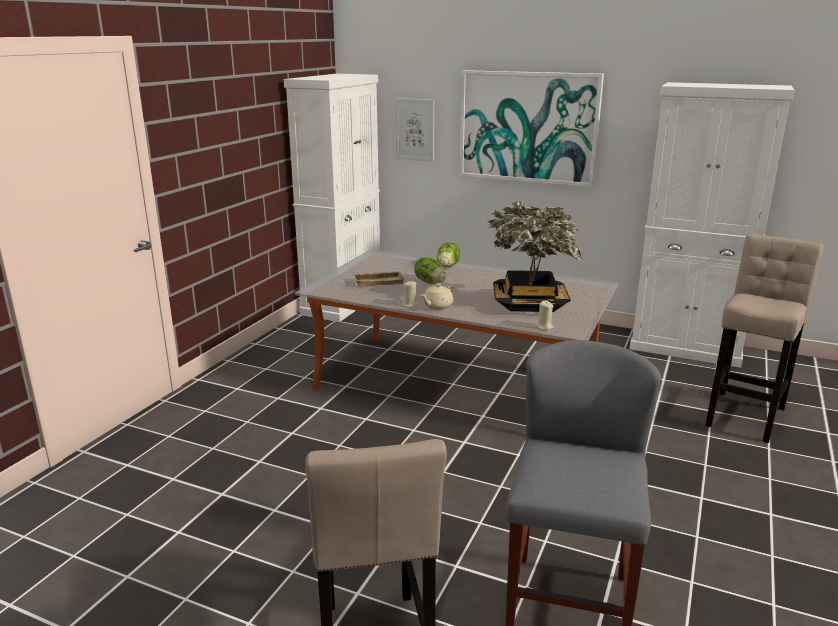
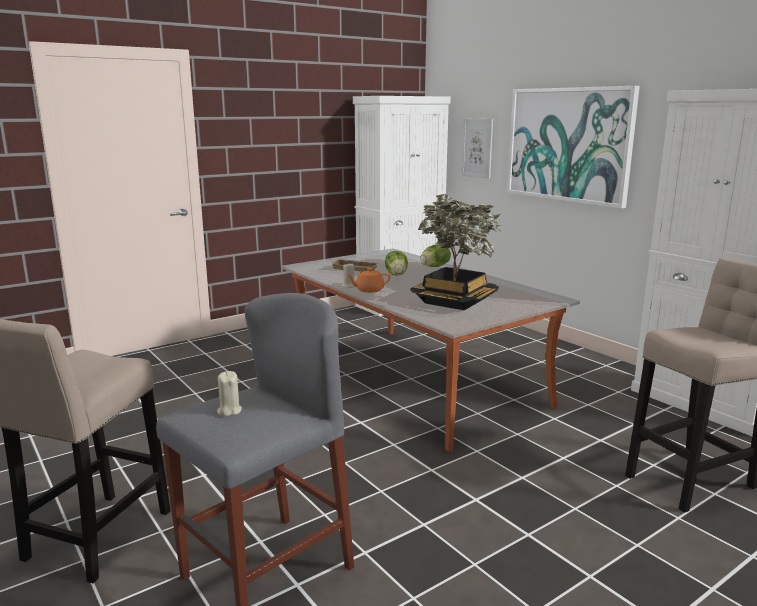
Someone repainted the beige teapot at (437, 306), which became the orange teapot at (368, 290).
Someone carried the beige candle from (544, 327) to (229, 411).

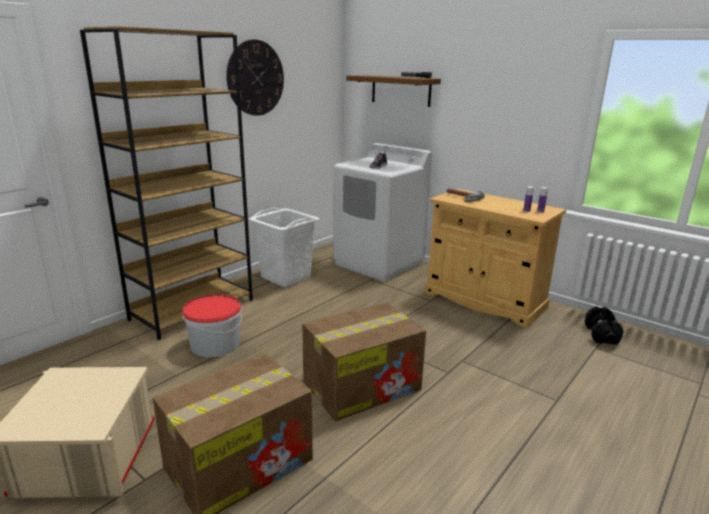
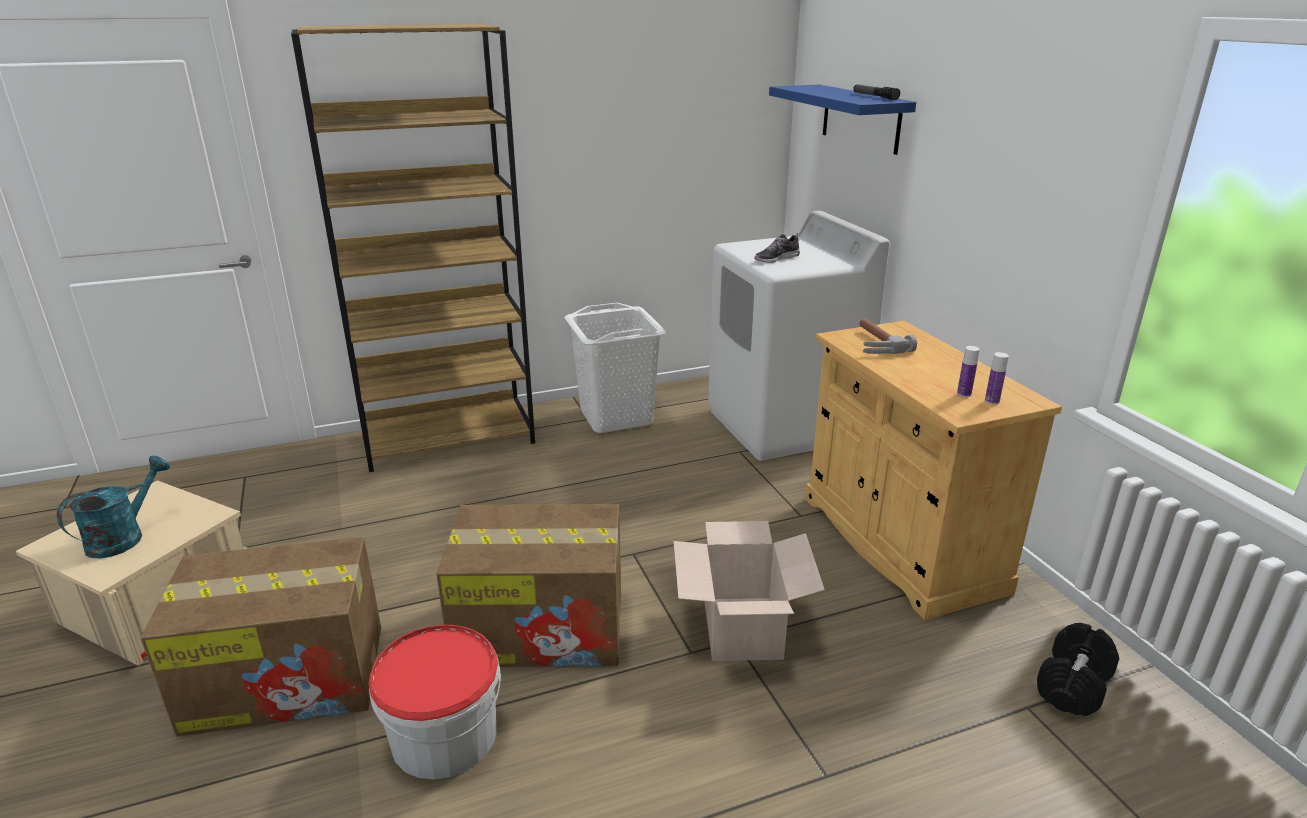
Someone took away the wall clock at (255, 78).
Someone repainted the brown shelf at (400, 90), which became the blue shelf at (860, 118).
Someone carried the bucket from (215, 344) to (444, 735).
Someone put down the turquoise watering can at (124, 537).
Someone put down the cardboard box at (743, 629).

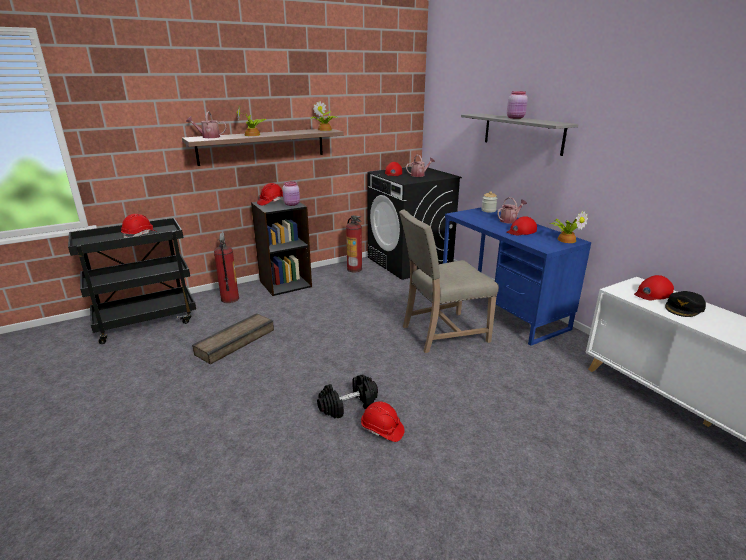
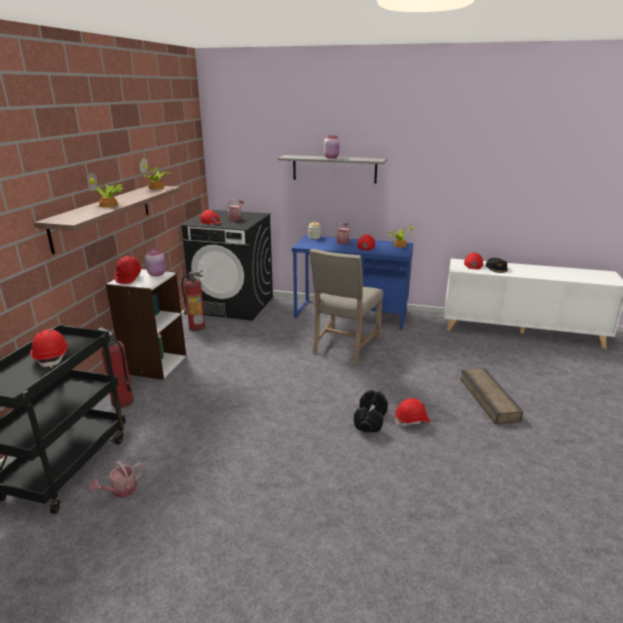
Someone carried the watering can from (208, 137) to (121, 491).
Someone repainted the black bookcase at (285, 283), which became the white bookcase at (154, 364).
Someone carried the crate from (236, 342) to (489, 398).

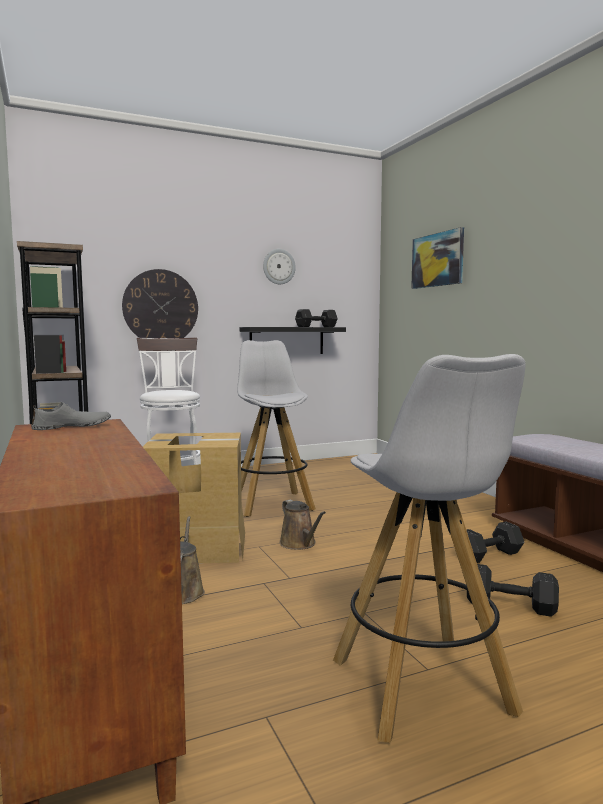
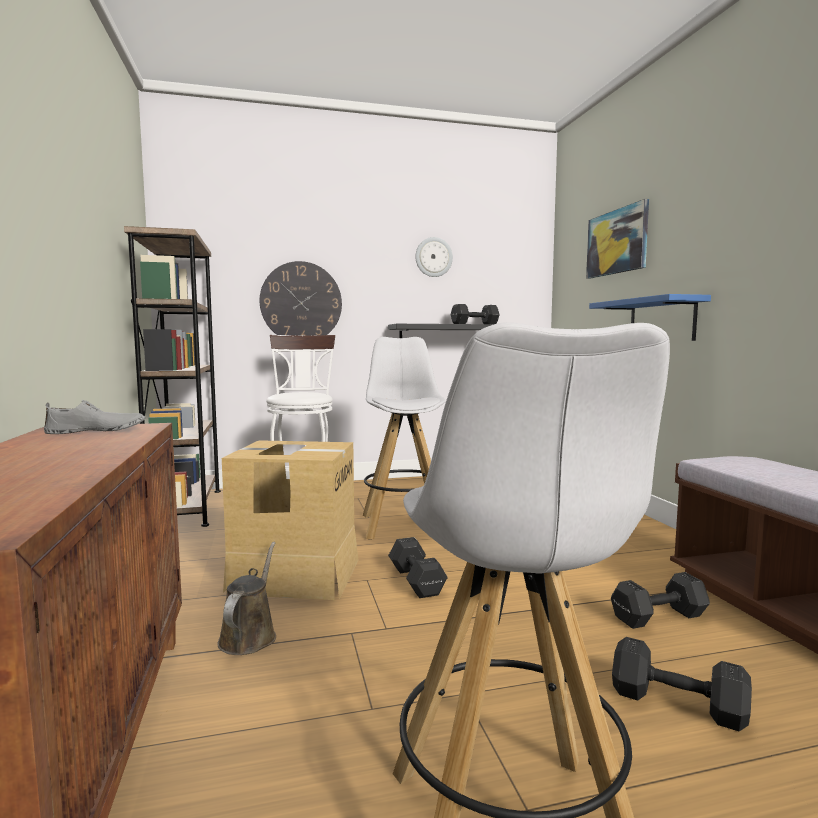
Someone swapped the brown watering can at (299, 544) for the black dumbbell at (416, 580).
Someone put up the blue shelf at (661, 320).

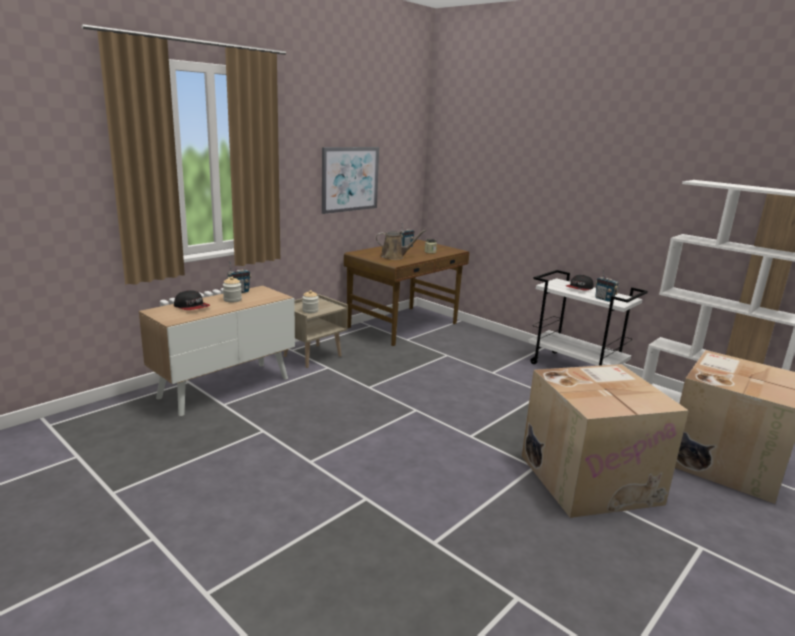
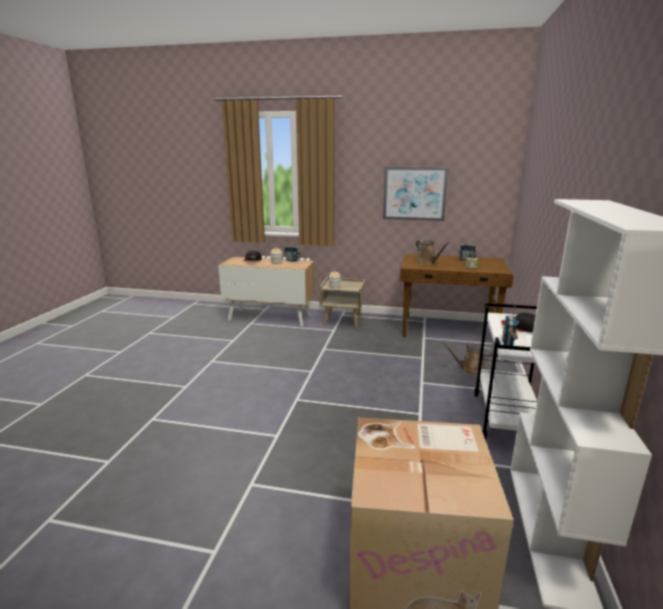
Someone took away the cardboard box at (590, 478).
Someone put down the brown watering can at (469, 369).

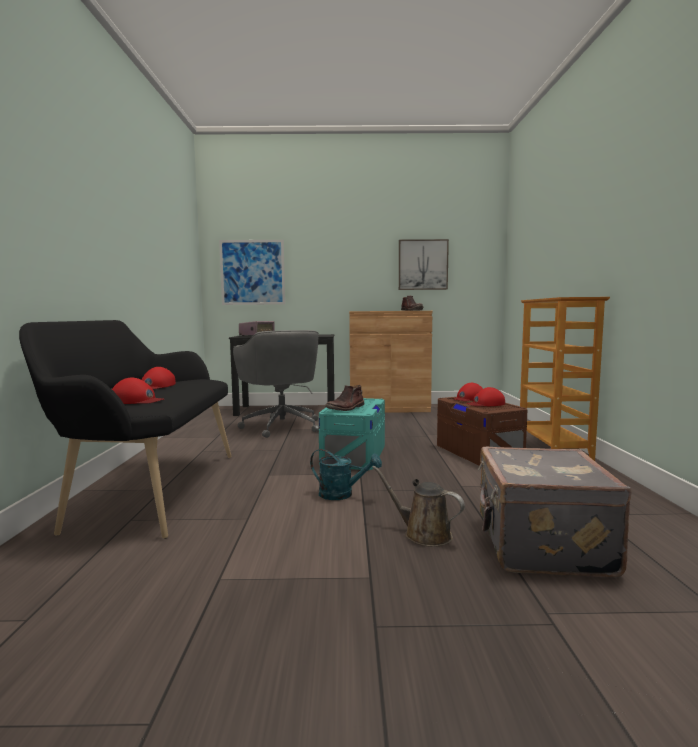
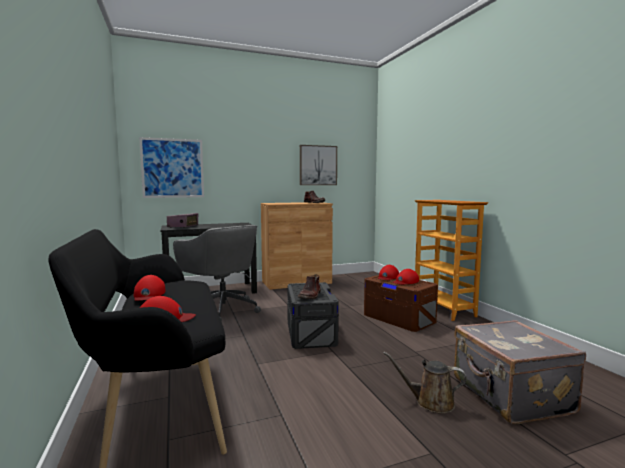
Someone repainted the turquoise storage box at (354, 455), which became the grey storage box at (310, 332).
Someone took away the turquoise watering can at (342, 494).

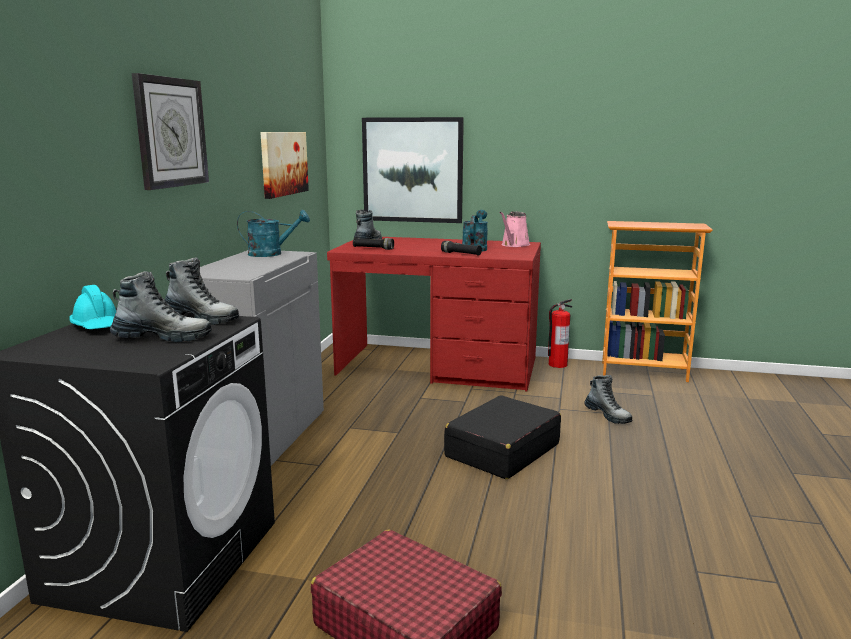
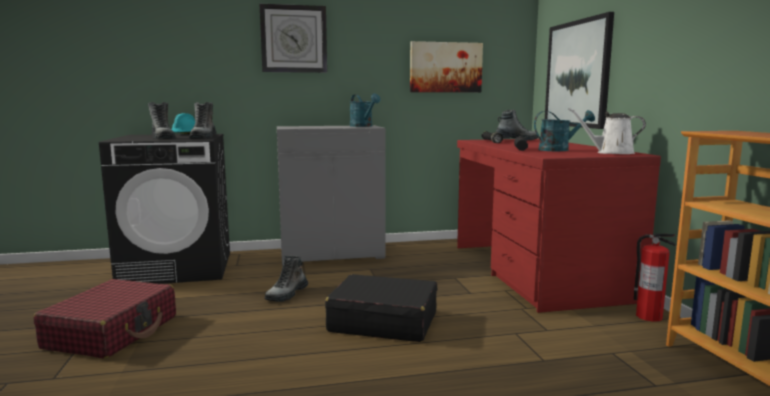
Someone repainted the pink watering can at (514, 245), which became the white watering can at (611, 153).
Someone carried the boot from (608, 415) to (287, 294).

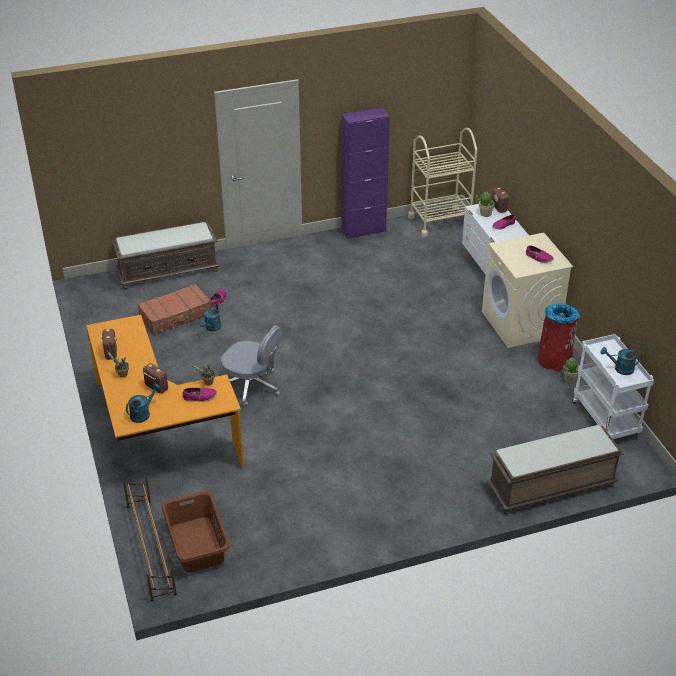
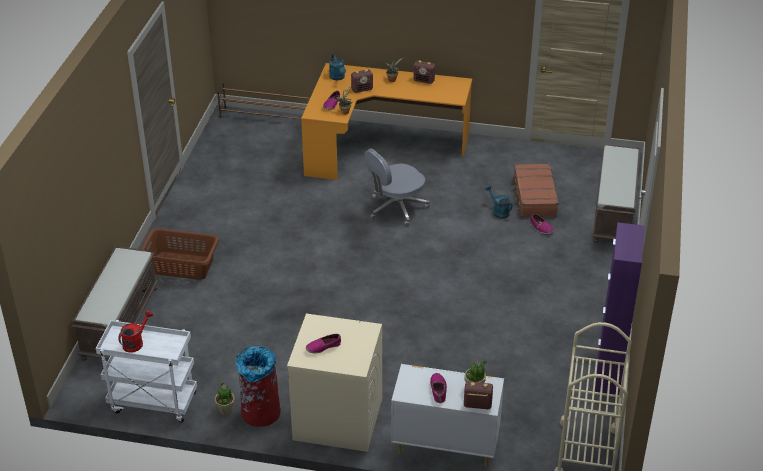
Someone repainted the turquoise watering can at (620, 369), which became the red watering can at (135, 342).
Someone carried the brown laundry basket from (196, 545) to (181, 265).

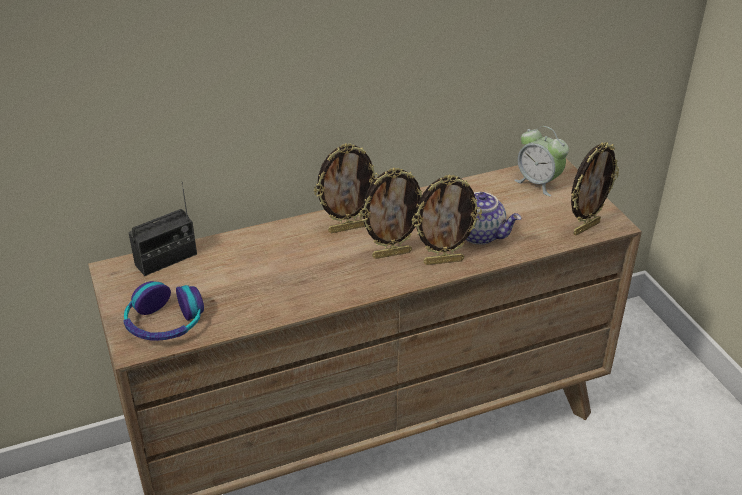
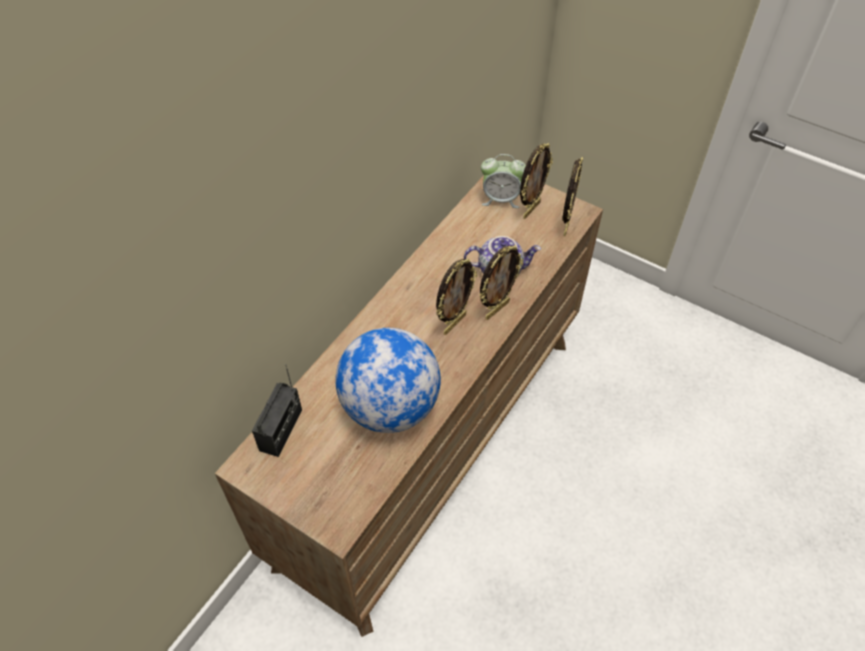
Someone carried the picture frame from (347, 228) to (530, 209).
Someone took away the headphones at (164, 323).
Someone put down the globe at (390, 407).

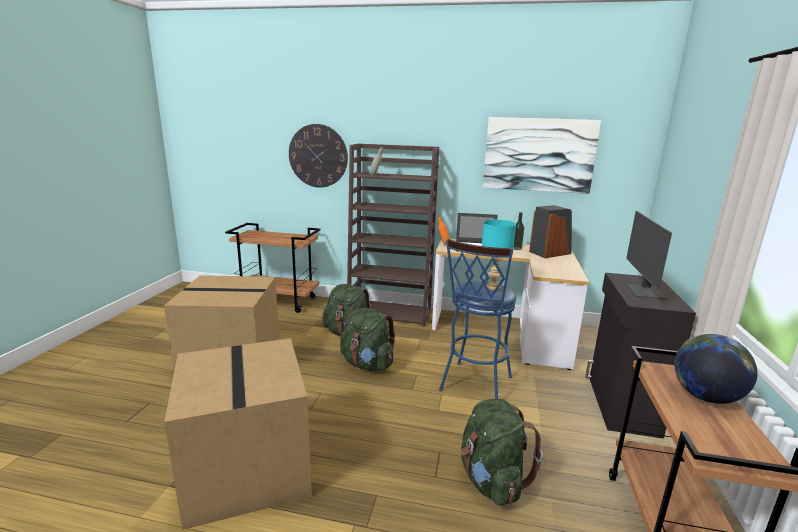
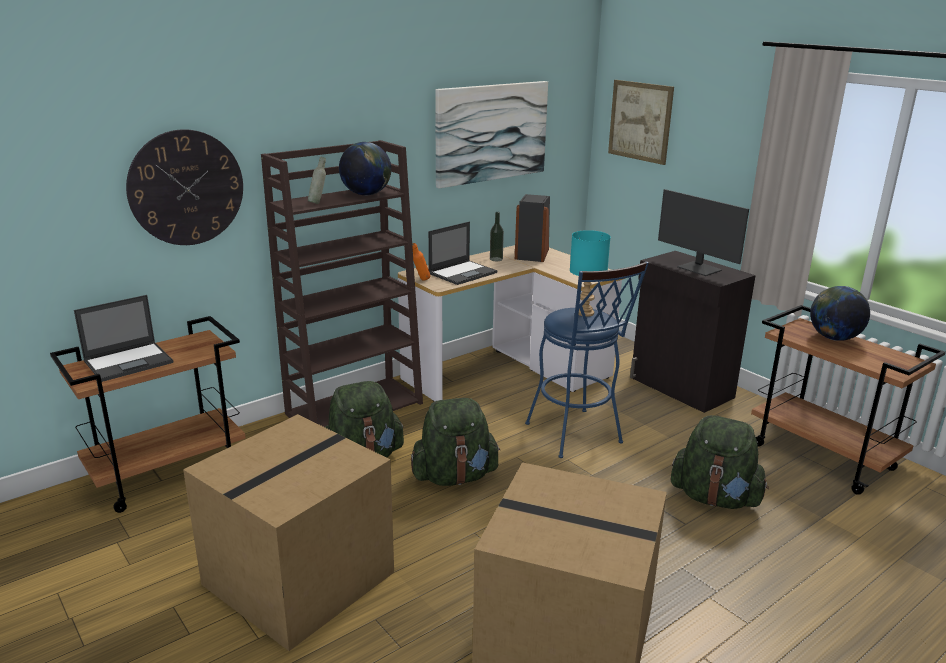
Someone put up the picture at (640, 121).
Someone put down the globe at (366, 194).
Someone put down the laptop at (129, 362).

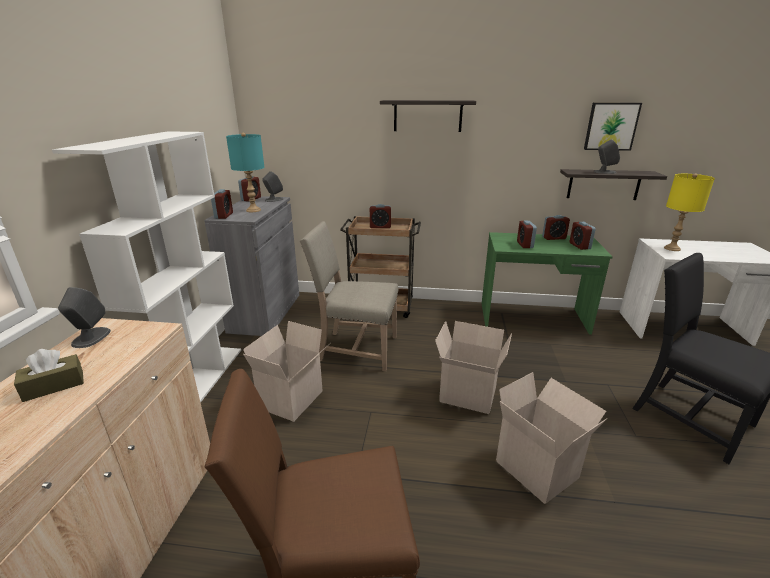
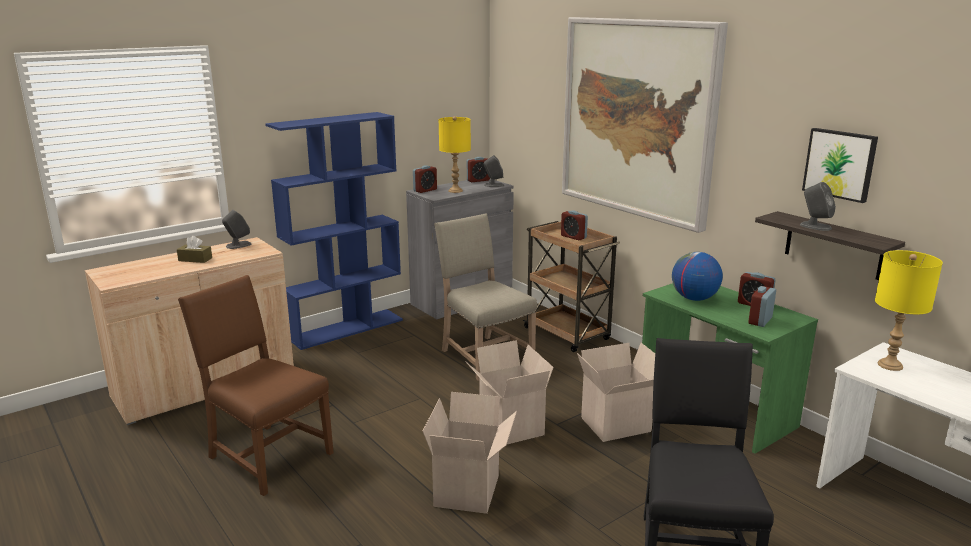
Someone swapped the shelf at (427, 116) for the picture at (637, 118).
Someone repainted the white bookcase at (197, 383), which became the blue bookcase at (346, 329).
Someone repainted the turquoise table lamp at (253, 210), which became the yellow table lamp at (455, 191).
Someone swapped the alarm clock at (524, 245) for the globe at (694, 298).
Someone carried the cardboard box from (292, 400) to (615, 426).

